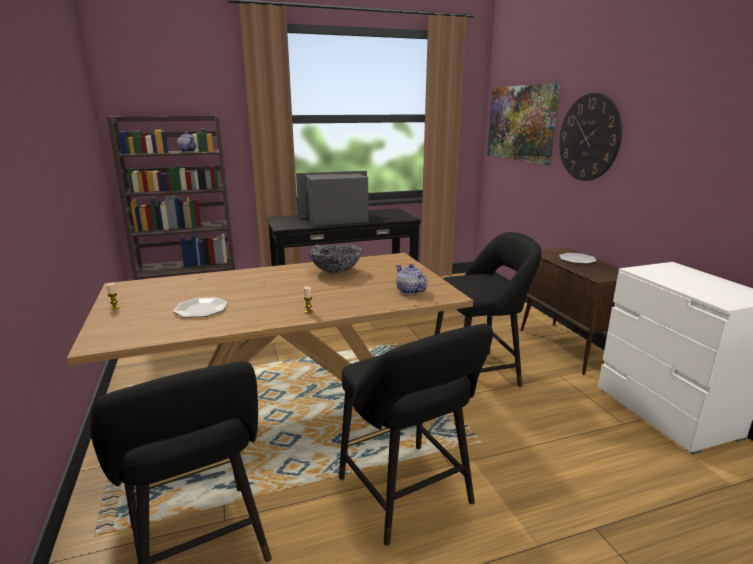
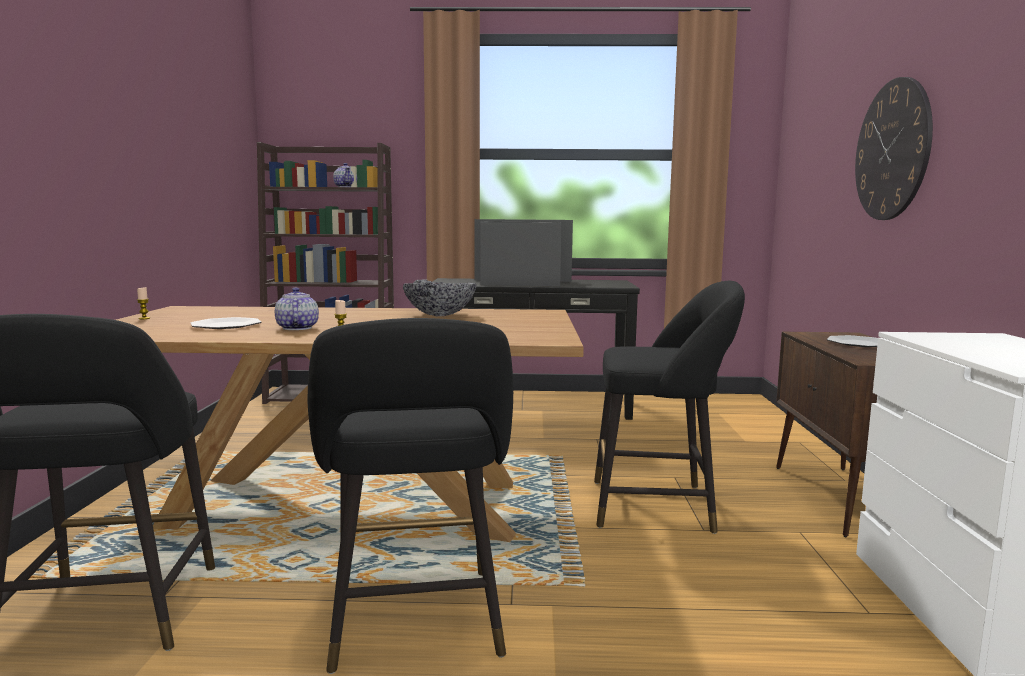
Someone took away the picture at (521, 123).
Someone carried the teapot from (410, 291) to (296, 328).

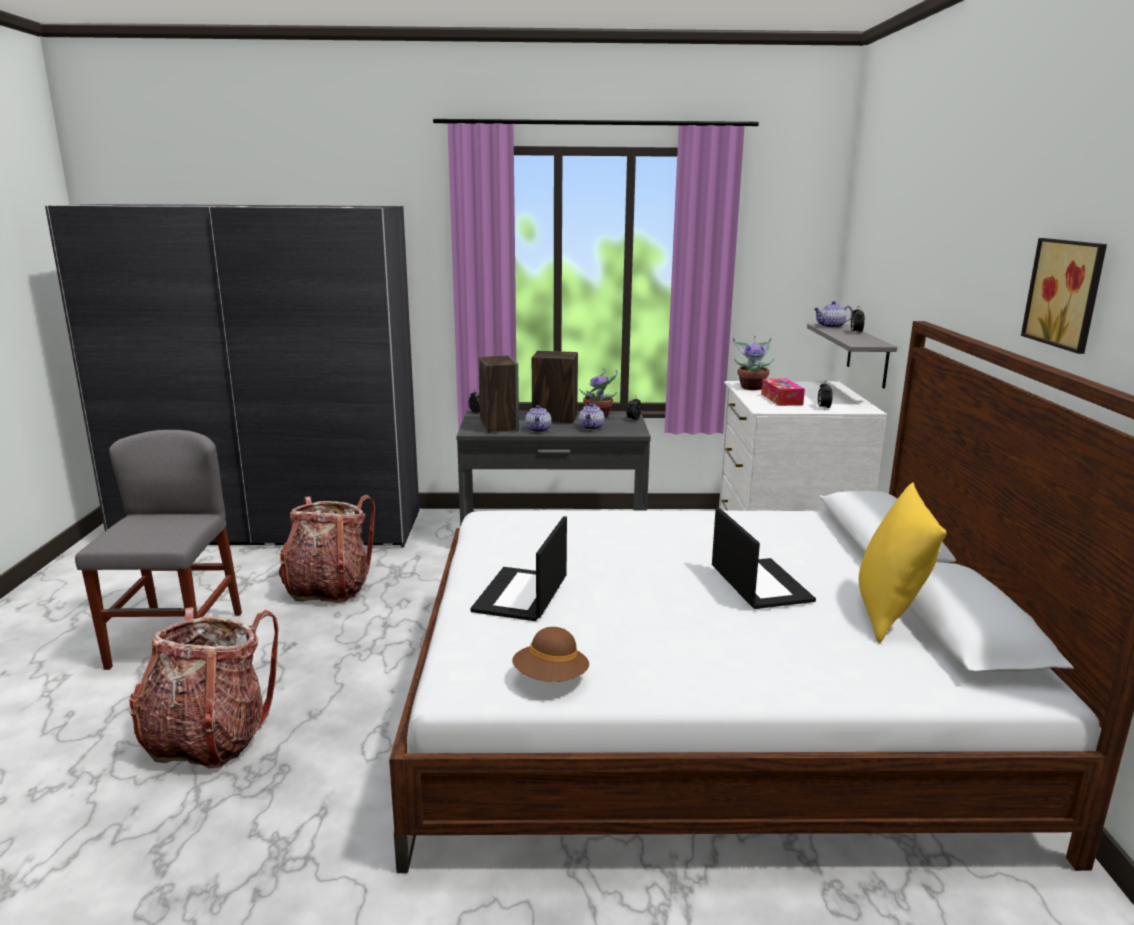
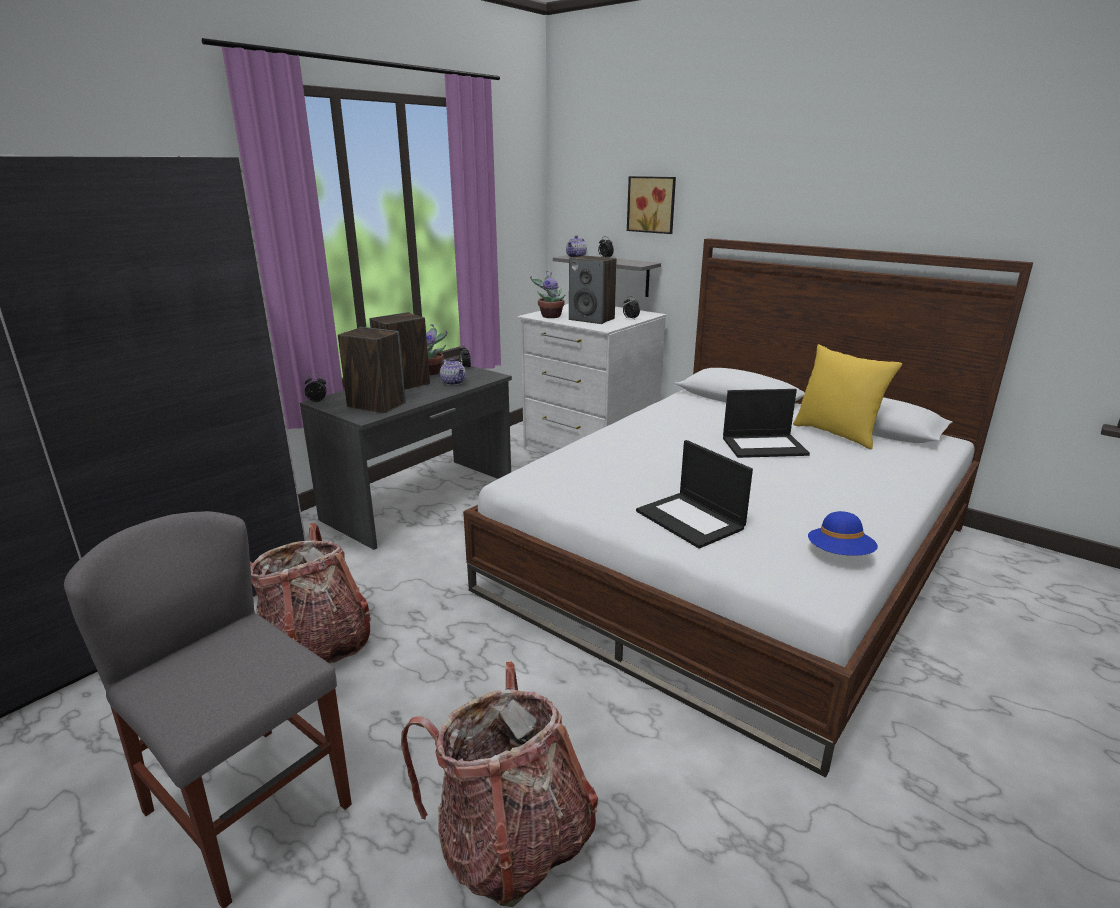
Someone carried the picture from (1068, 293) to (652, 204).
Someone swapped the tissue box at (781, 399) for the speaker at (592, 319).
Someone took away the teapot at (539, 430).
Someone rotated the laptop at (759, 583) by 150 degrees clockwise.
Someone repainted the brown hat at (551, 678), which became the blue hat at (839, 555).

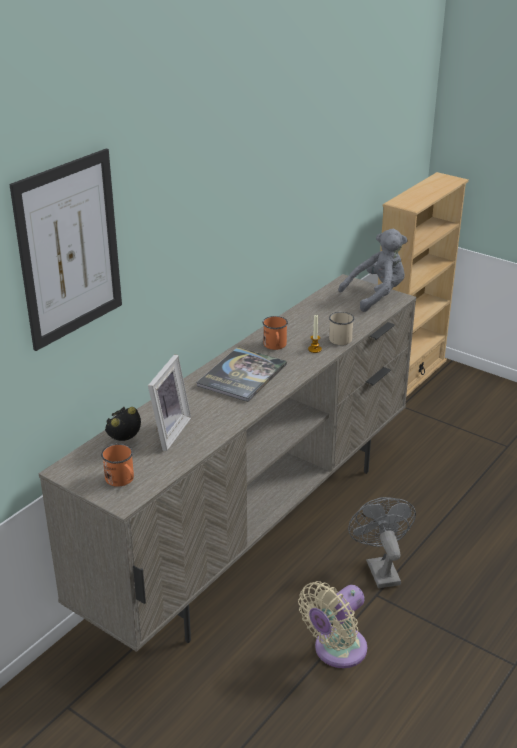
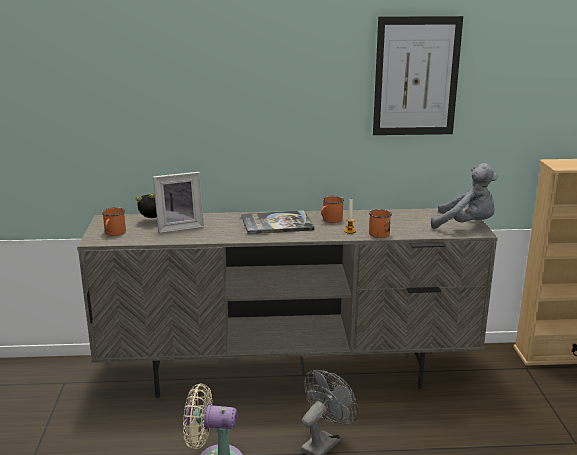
Someone carried the picture from (69, 249) to (416, 77).
Someone repainted the beige mug at (338, 338), which became the orange mug at (380, 232).

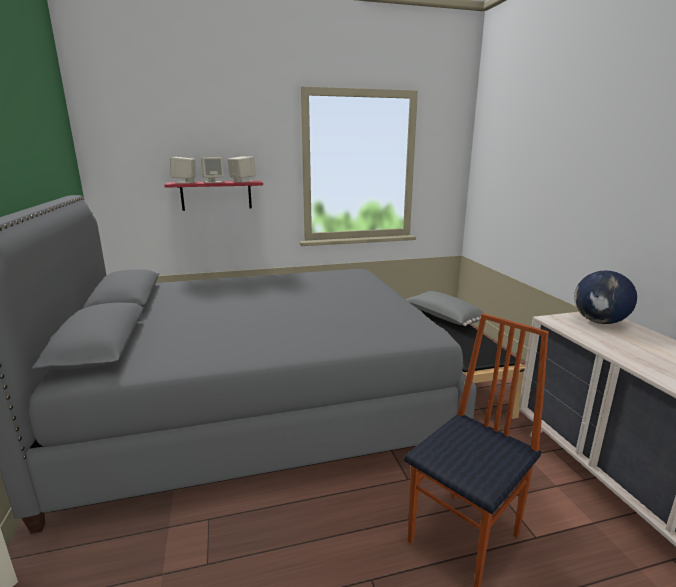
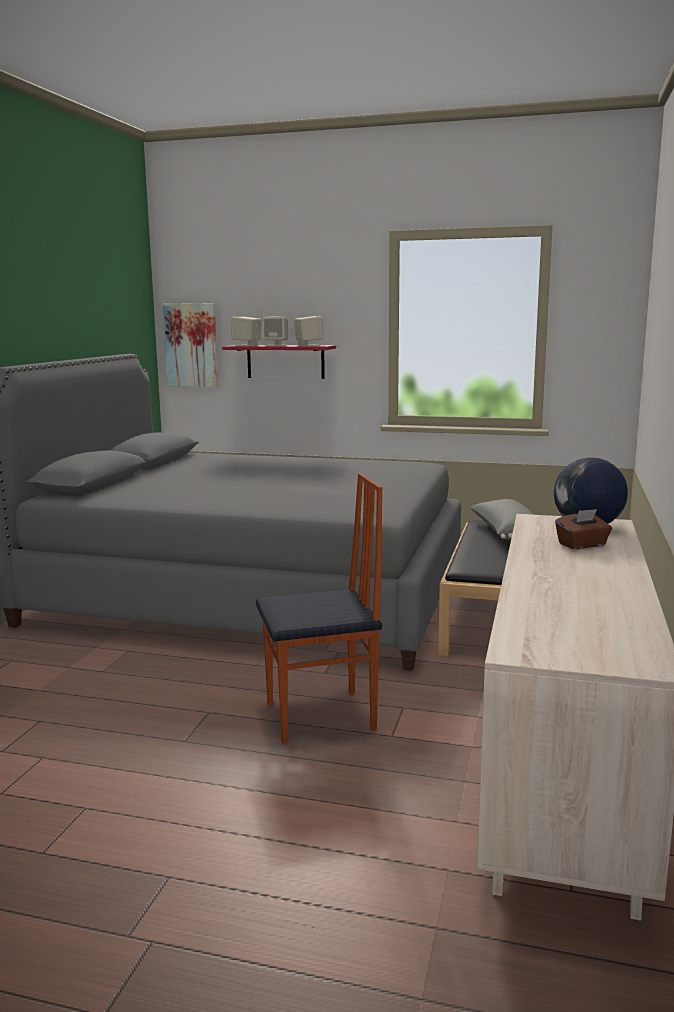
Someone put up the picture at (191, 345).
Someone put down the brown tissue box at (582, 545).

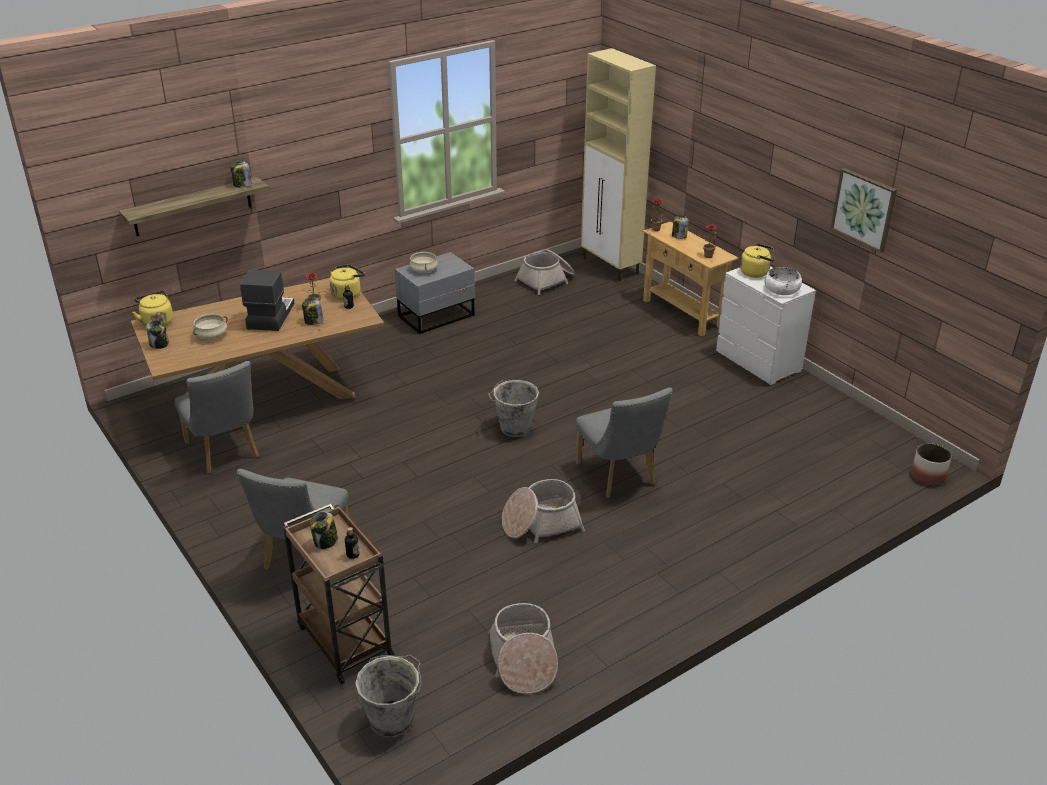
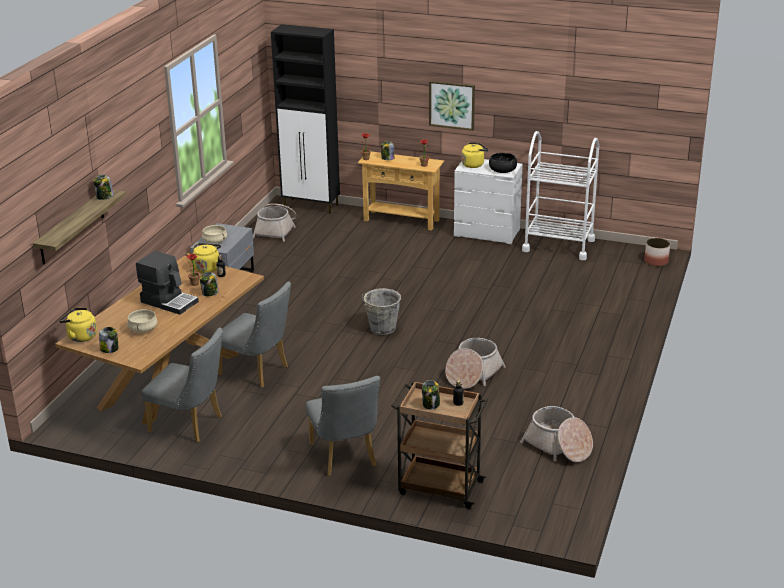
Someone repainted the beige cabinet at (610, 267), which became the black cabinet at (311, 206).
Someone carried the picture from (864, 209) to (452, 105).
Someone repainted the white bowl at (781, 289), which became the black bowl at (502, 169).
Someone rotated the coffee machine at (270, 316) by 150 degrees clockwise.
Someone carried the grey chair from (619, 477) to (258, 372).
Someone took away the grey bucket at (393, 719).
Someone put down the white cart at (558, 245).

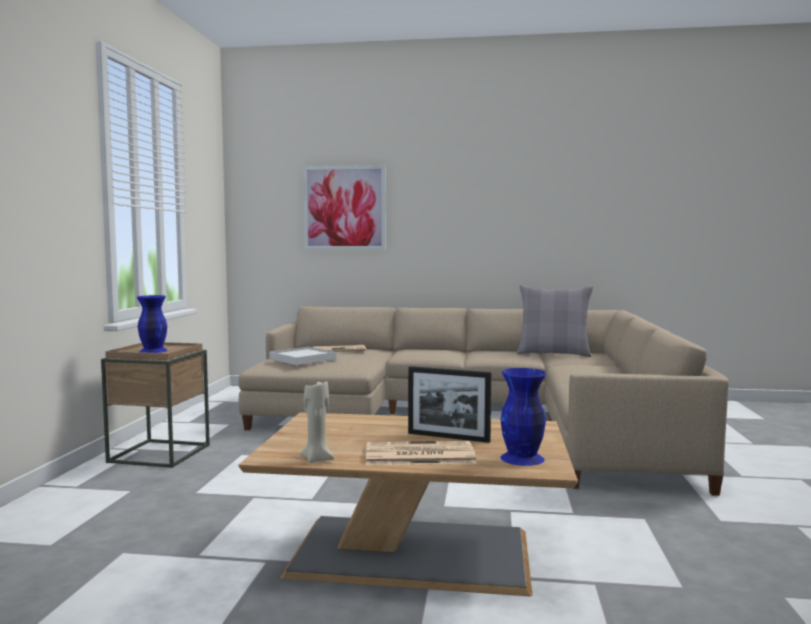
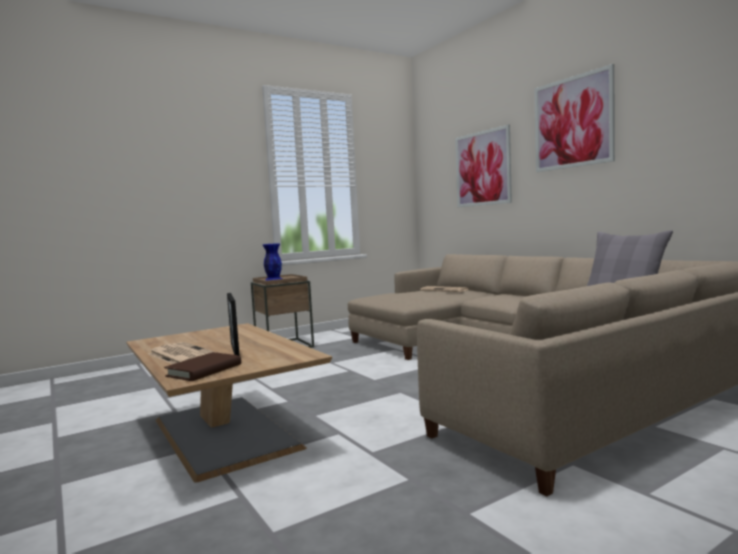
Someone took away the white tray at (302, 359).
Someone swapped the blue vase at (521, 458) for the brown book at (204, 370).
Someone took away the beige candle at (317, 459).
Someone put up the picture at (572, 122).

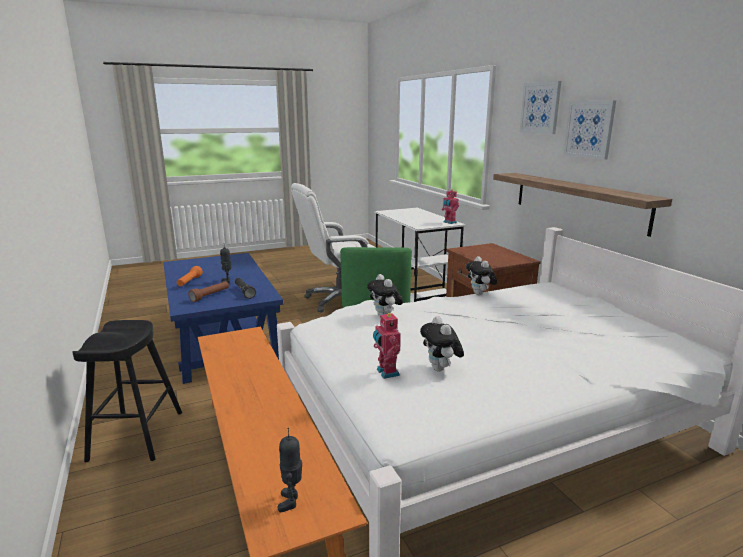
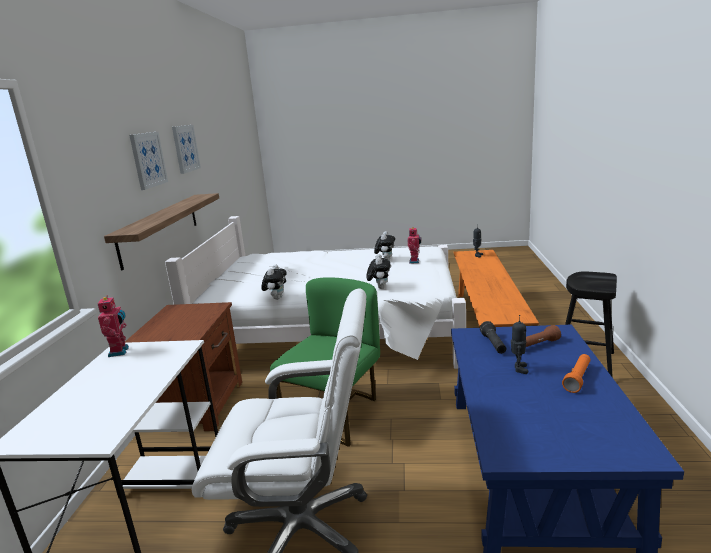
Someone carried the picture from (540, 108) to (185, 148).

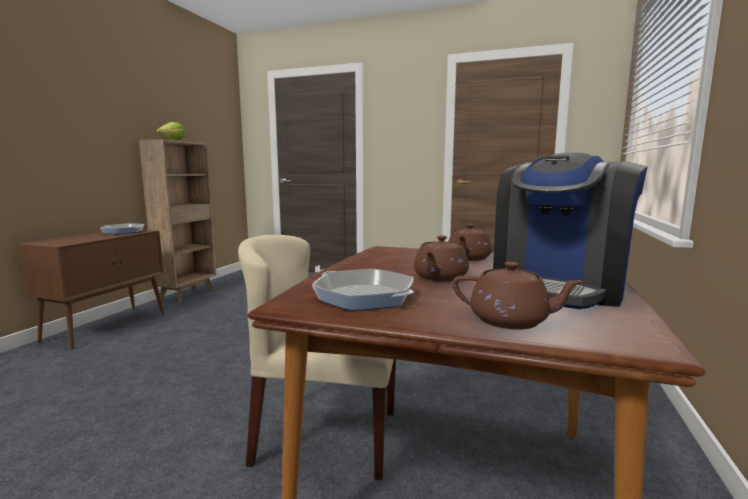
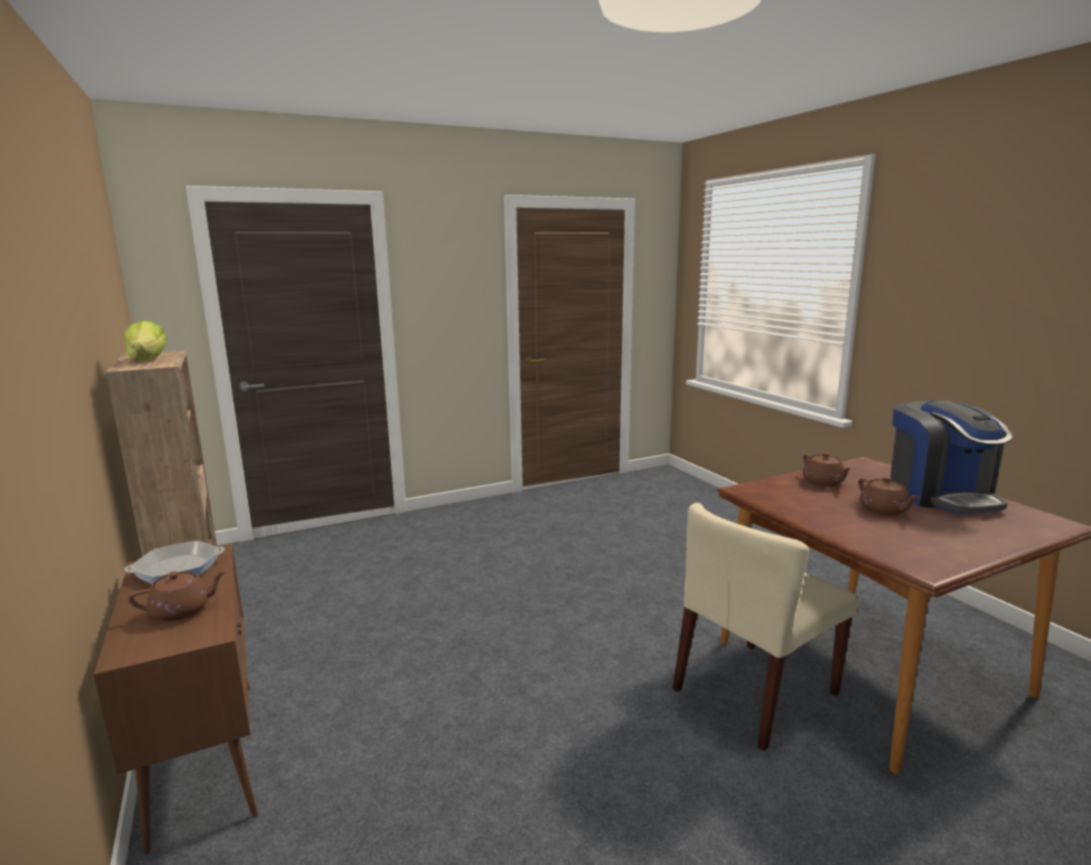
Someone carried the brown teapot from (511, 321) to (182, 611).
Someone took away the frying pan at (364, 296).

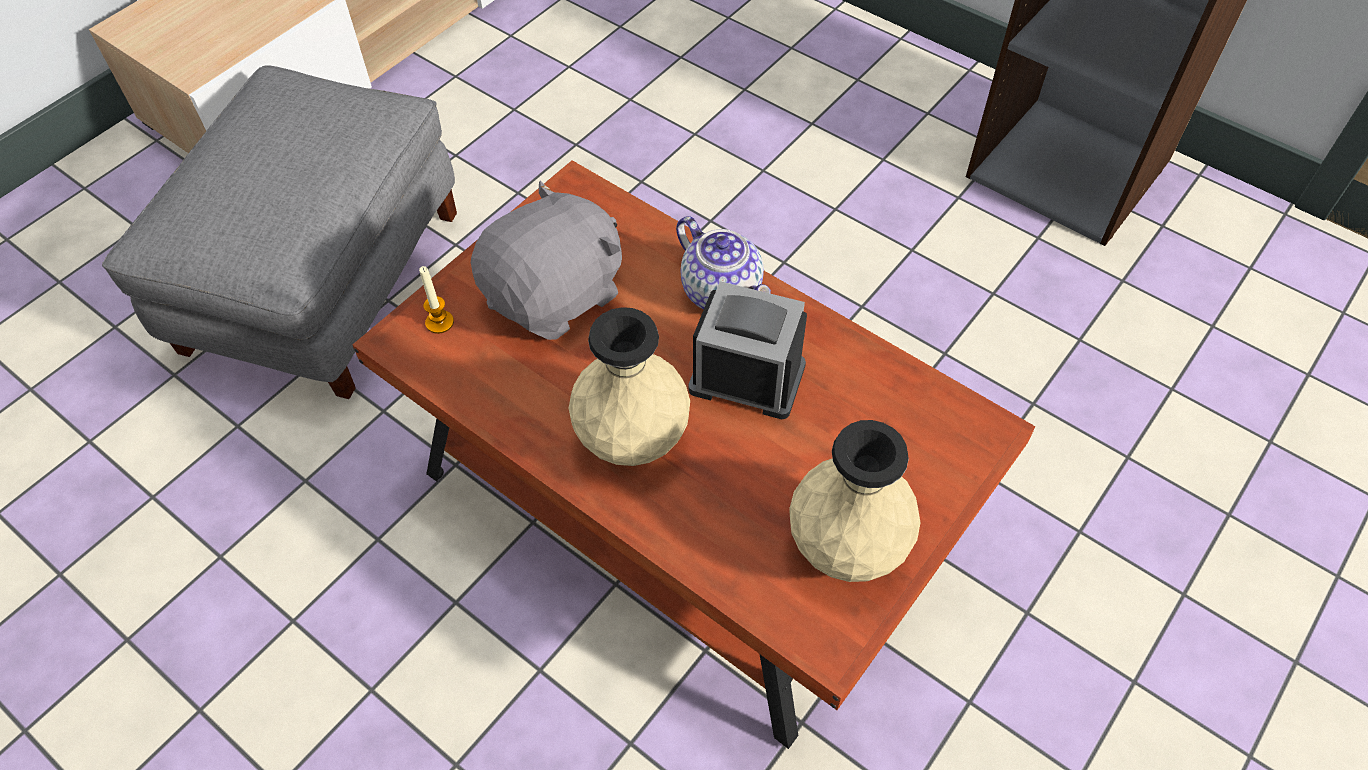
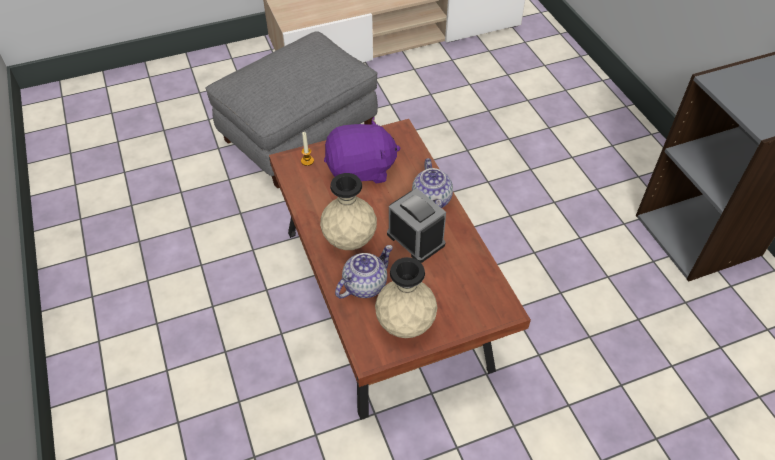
Someone repainted the grey plush toy at (556, 295), which became the purple plush toy at (361, 171).
Someone put down the teapot at (365, 284).

